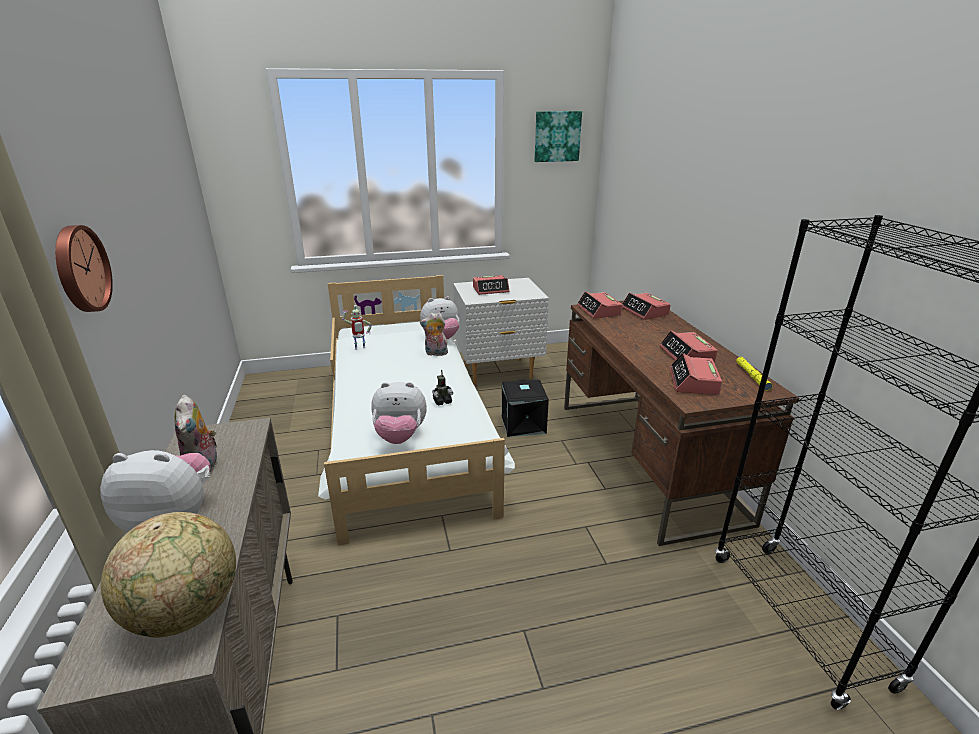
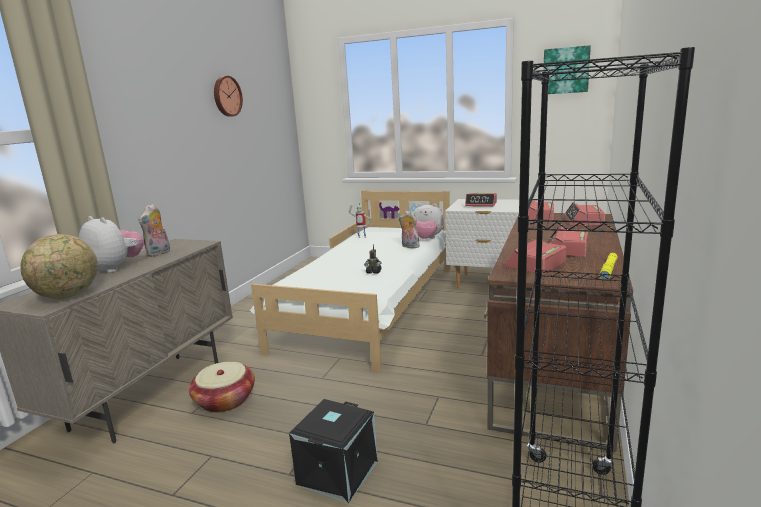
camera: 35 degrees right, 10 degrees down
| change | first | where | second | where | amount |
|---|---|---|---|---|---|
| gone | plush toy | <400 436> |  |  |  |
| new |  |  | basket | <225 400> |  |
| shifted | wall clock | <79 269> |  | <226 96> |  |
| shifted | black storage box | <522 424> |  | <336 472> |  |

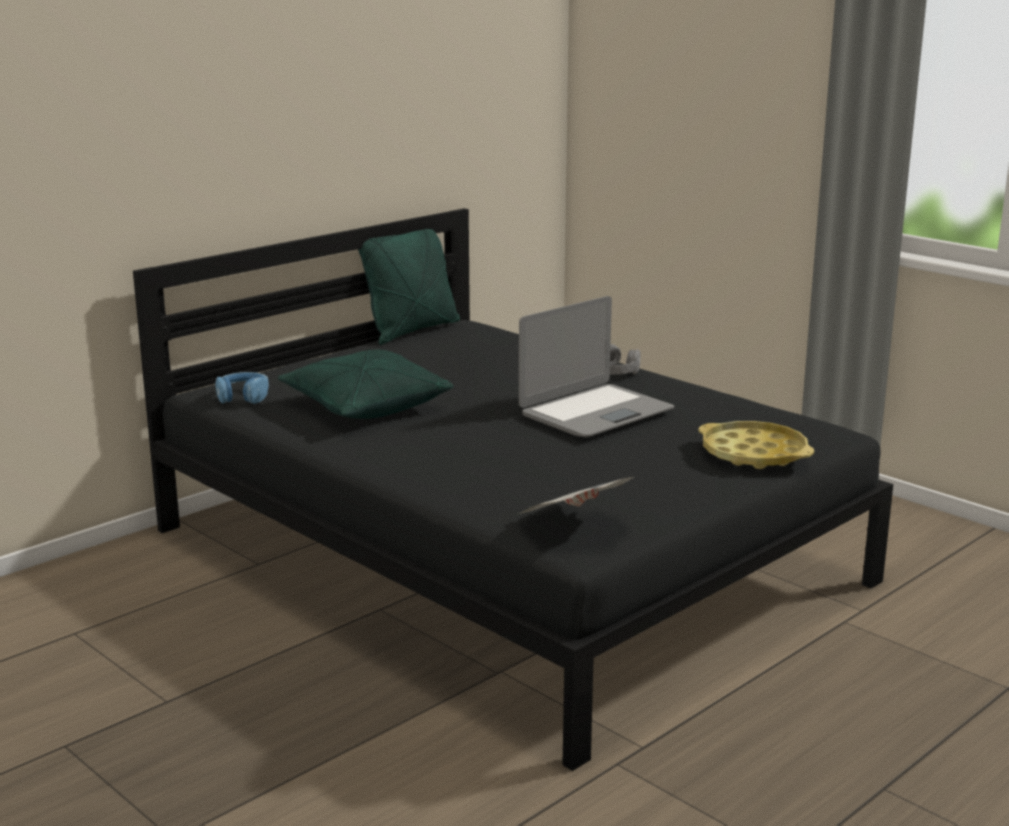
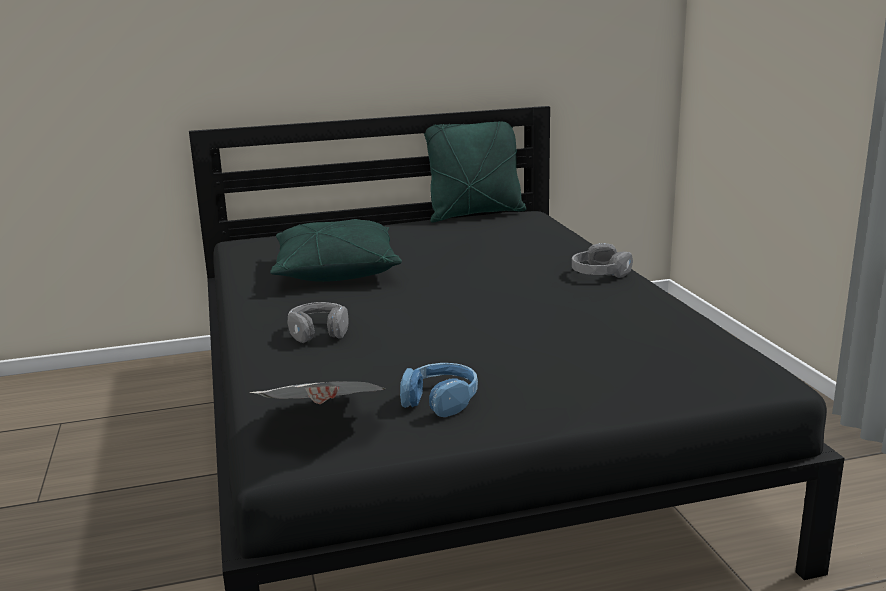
camera: 30 degrees right, 0 degrees up
| change | first | where | second | where | amount |
|---|---|---|---|---|---|
| gone | laptop | <595 412> |  |  |  |
| gone | yellow tray | <754 454> |  |  |  |
| new |  |  | grey headphones | <318 332> |  |
| shifted | blue headphones | <243 397> |  | <440 400> |  |

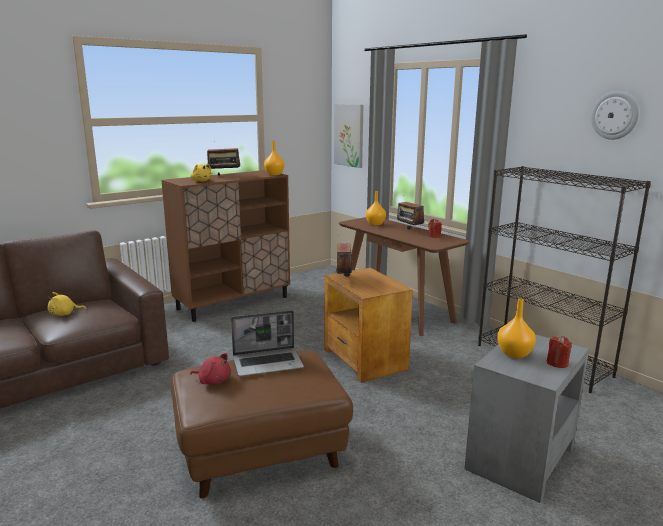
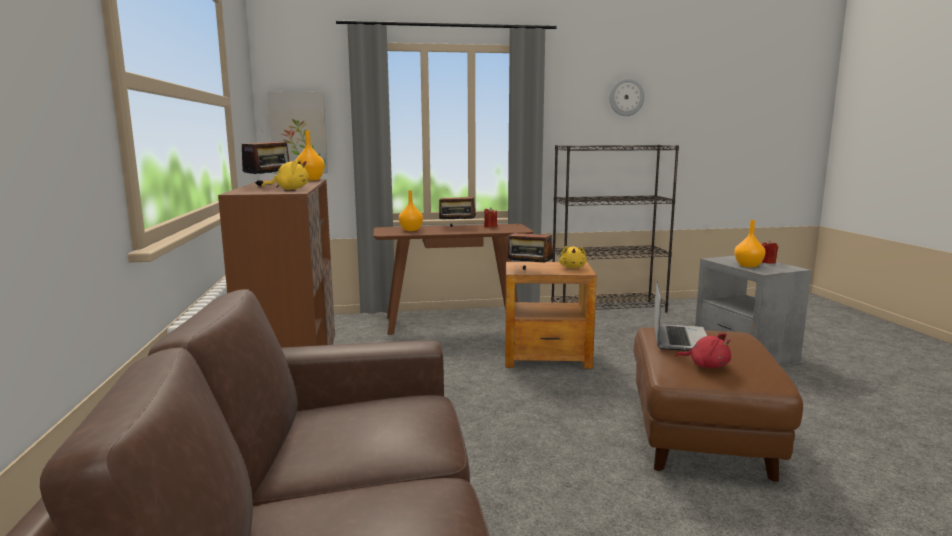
camera: 60 degrees left, 5 degrees down
| change | first | where | second | where | amount |
|---|---|---|---|---|---|
| shifted | yellow plush toy | <64 314> |  | <572 267> |  |
| rotated | red plush toy | <213 381> |  | <706 365> | 75 degrees clockwise |

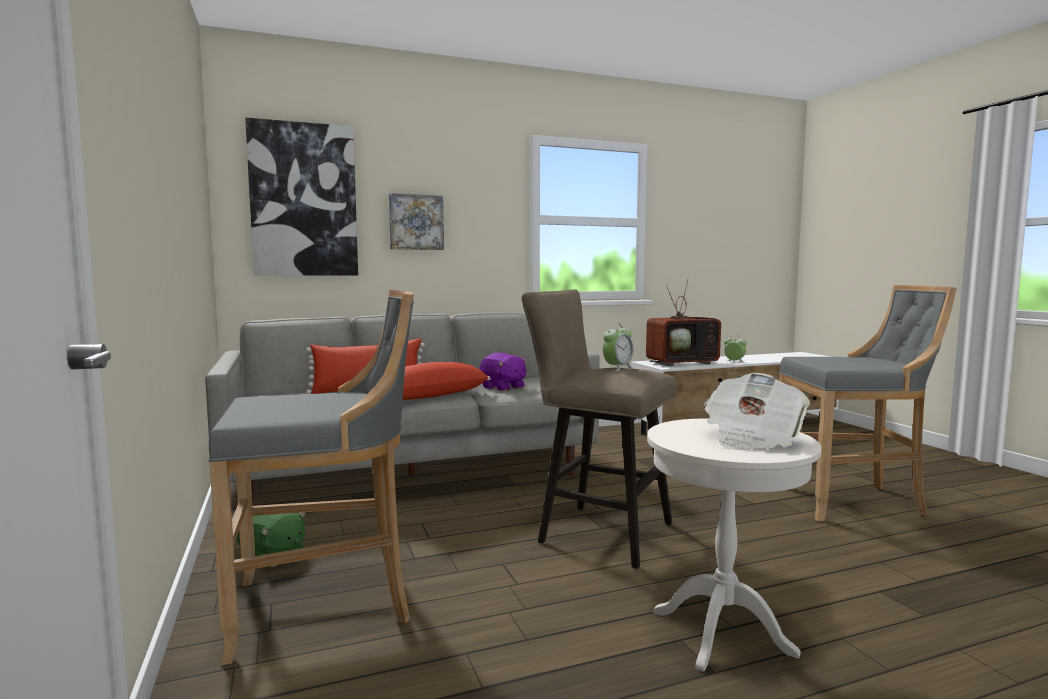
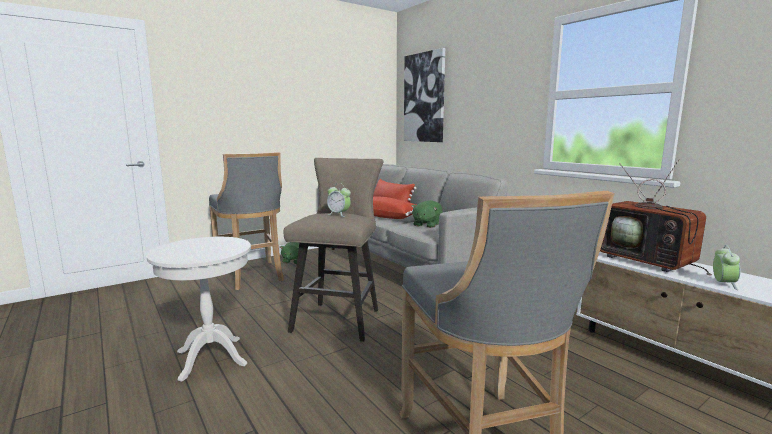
camera: 75 degrees right, 5 degrees up
| change | first | where | second | where | amount |
|---|---|---|---|---|---|
| gone | picture | <416 222> |  |  |  |
| gone | newspaper | <752 438> |  |  |  |
| repainted | purple plush toy | <503 387> | green plush toy | <427 225> |  |

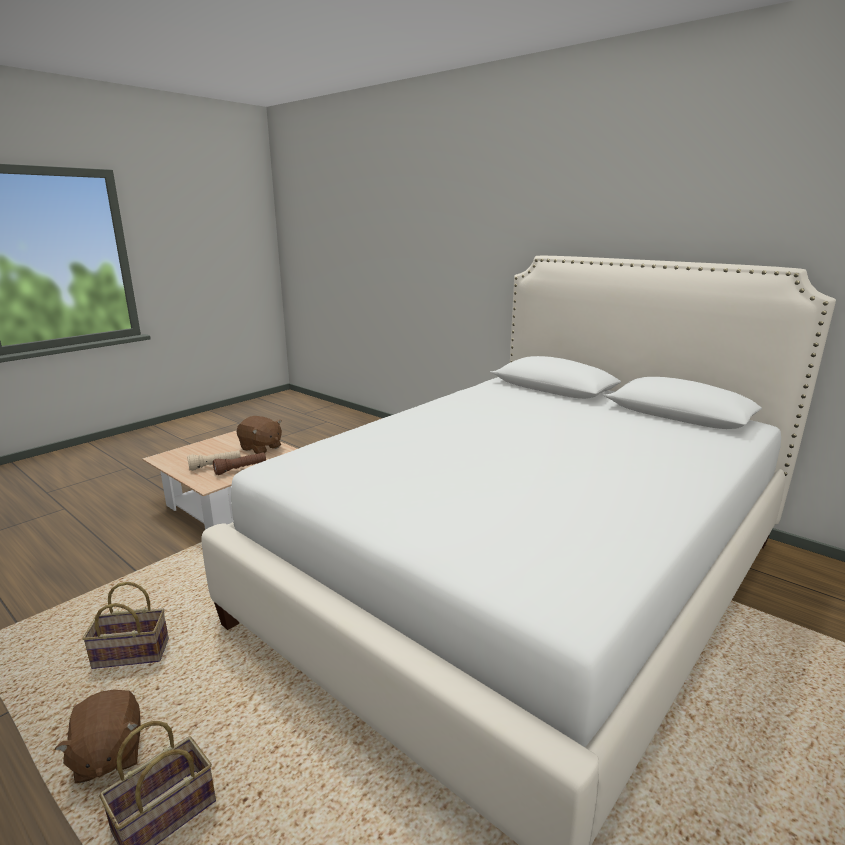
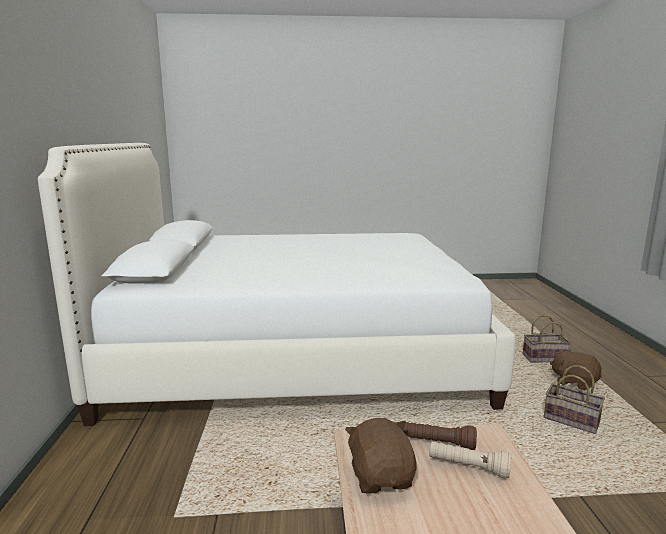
camera: 135 degrees left, 5 degrees down
| change | first | where | second | where | amount |
|---|---|---|---|---|---|
| rotated | brown plush toy | <108 755> |  | <574 382> | 75 degrees counterclockwise |

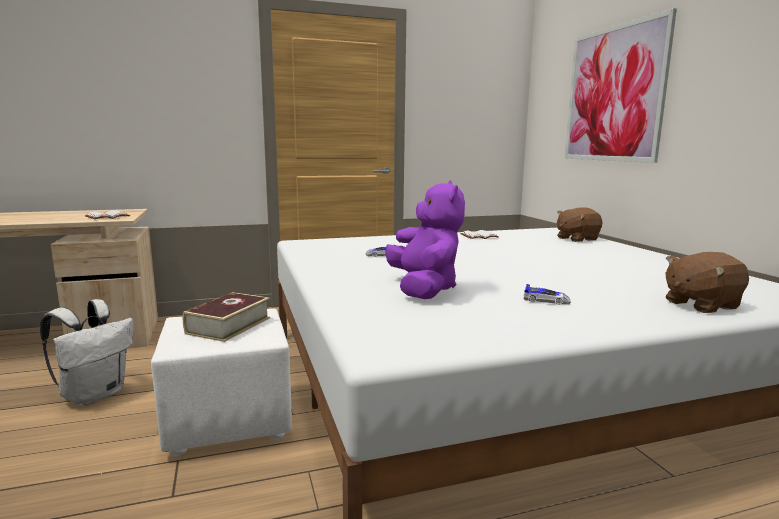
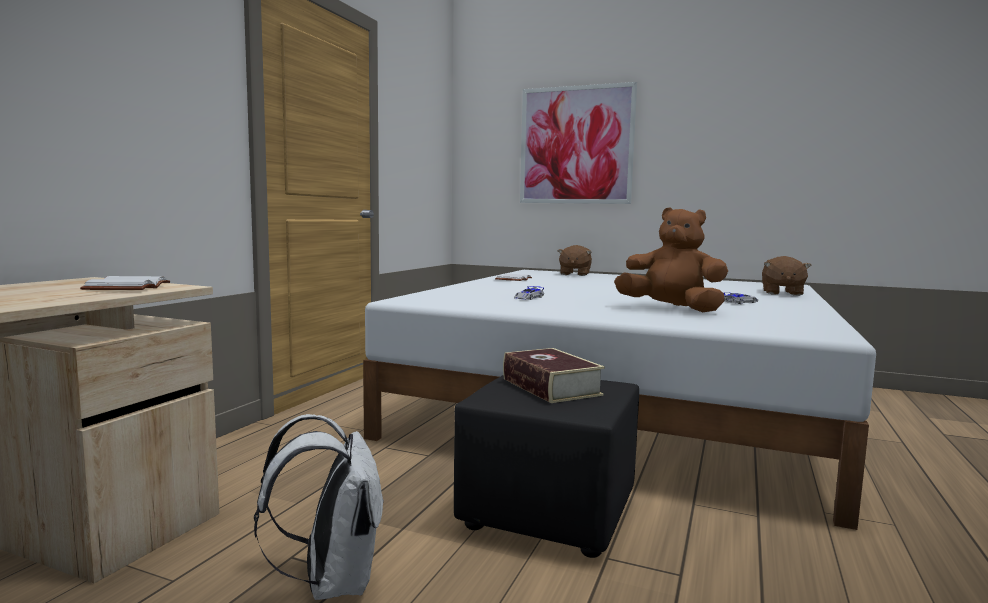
camera: 50 degrees left, 5 degrees down
| change | first | where | second | where | amount |
|---|---|---|---|---|---|
| repainted | white ottoman | <230 421> | black ottoman | <550 512> |  |
| repainted | purple plush toy | <423 289> | brown plush toy | <671 309> |  |

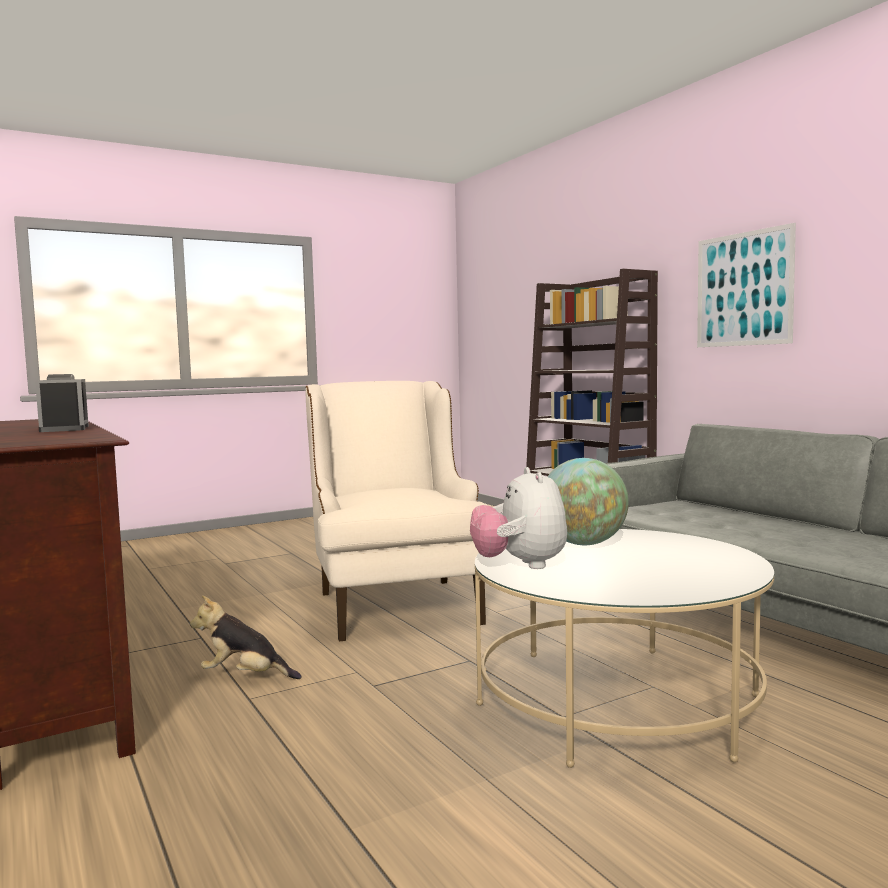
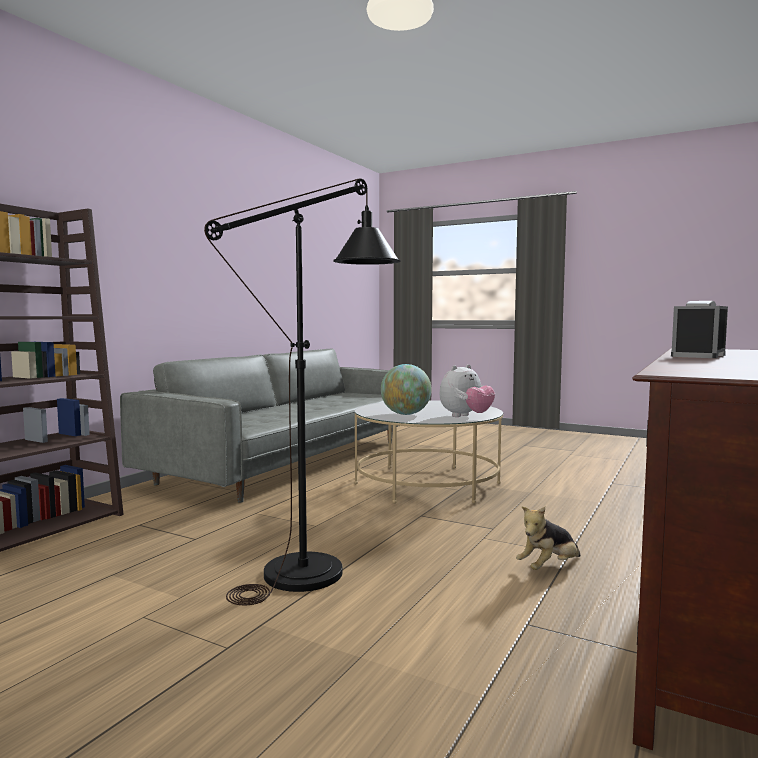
camera: 120 degrees left, 0 degrees up
| change | first | where | second | where | amount |
|---|---|---|---|---|---|
| gone | picture | <743 289> |  |  |  |
| swapped | beige armchair | <394 601> | black floor lamp | <321 567> |  |
| rotated | plush toy | <245 676> |  | <549 567> | 75 degrees clockwise |

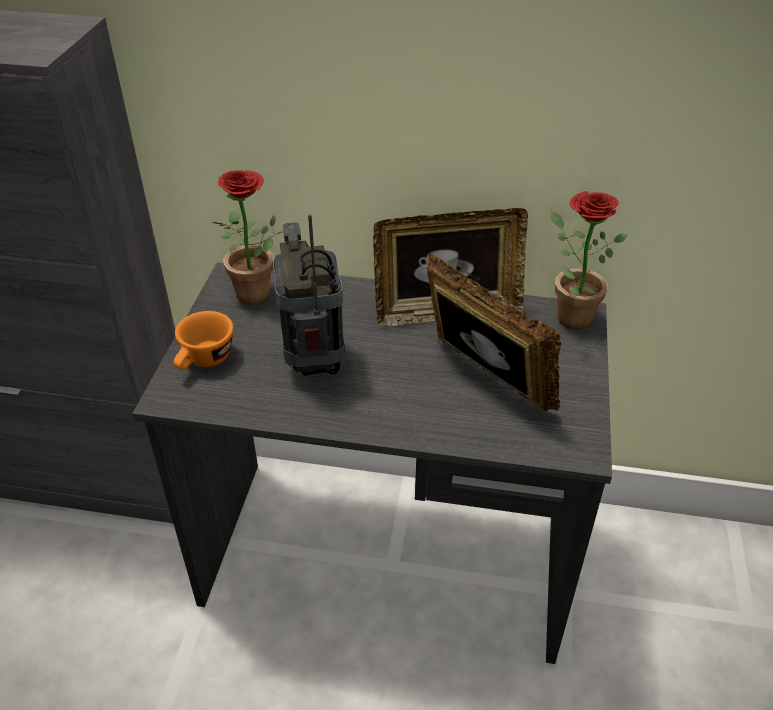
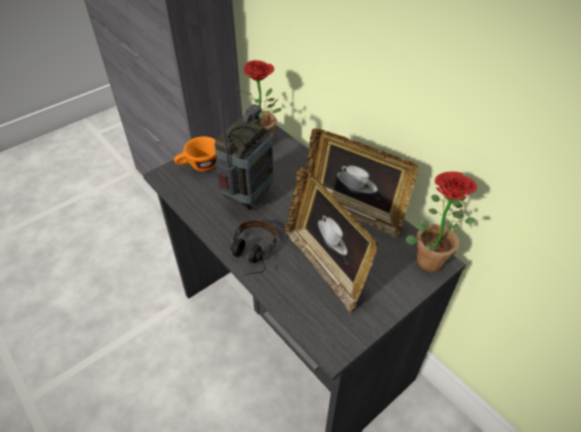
camera: 40 degrees right, 5 degrees up
| change | first | where | second | where | amount |
|---|---|---|---|---|---|
| new |  |  | headphones | <251 256> |  |
| rotated | picture frame | <484 381> |  | <325 265> | 150 degrees clockwise |

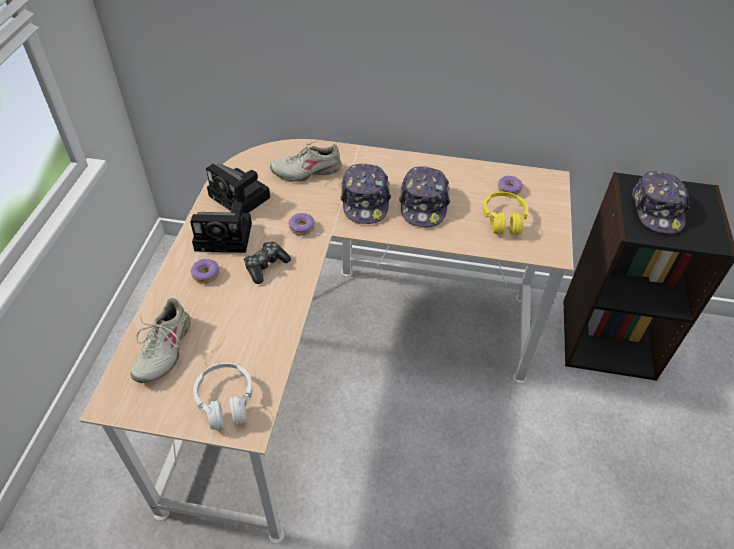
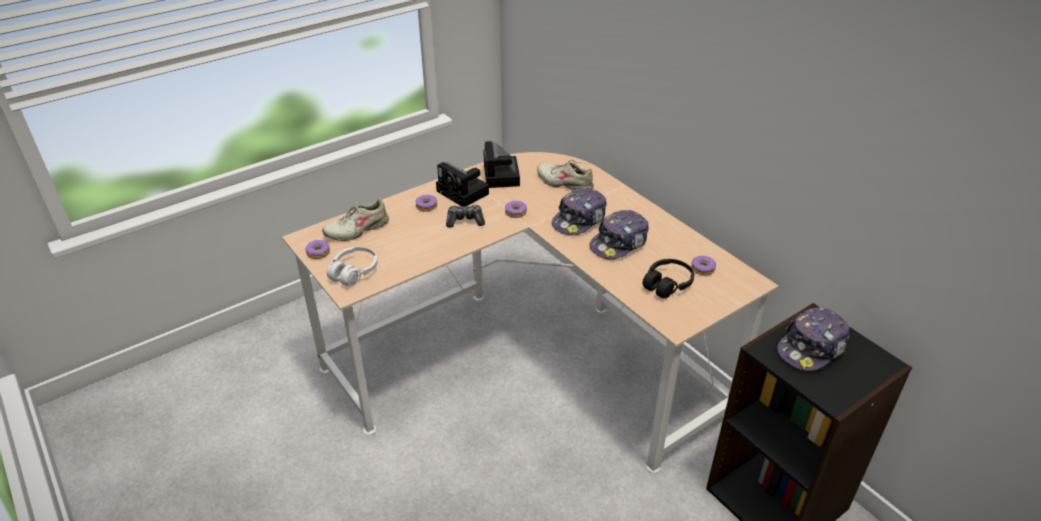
camera: 45 degrees right, 10 degrees down
| change | first | where | second | where | amount |
|---|---|---|---|---|---|
| new |  |  | donut | <318 253> |  |
| repainted | yellow headphones | <503 220> | black headphones | <667 284> |  |

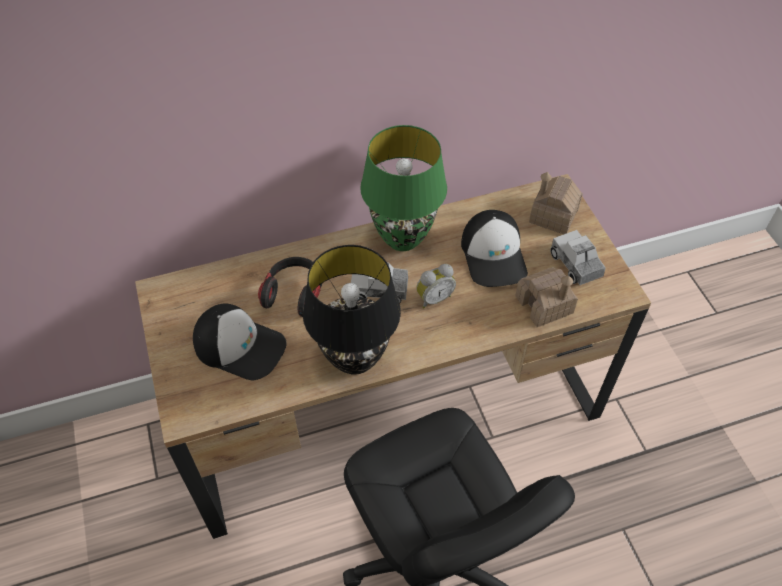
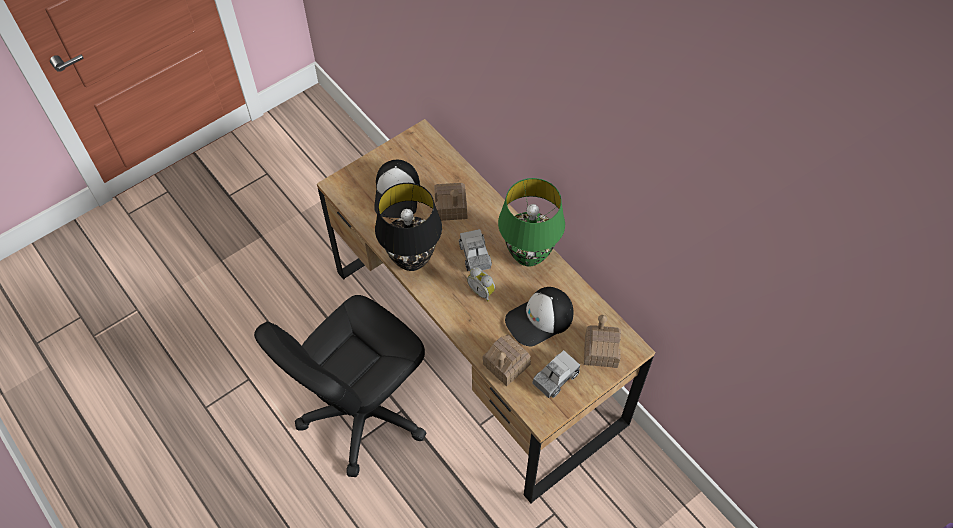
camera: 70 degrees right, 5 degrees up
| change | first | where | second | where | amount |
|---|---|---|---|---|---|
| swapped | headphones | <294 293> | toy house | <451 207> |  |

